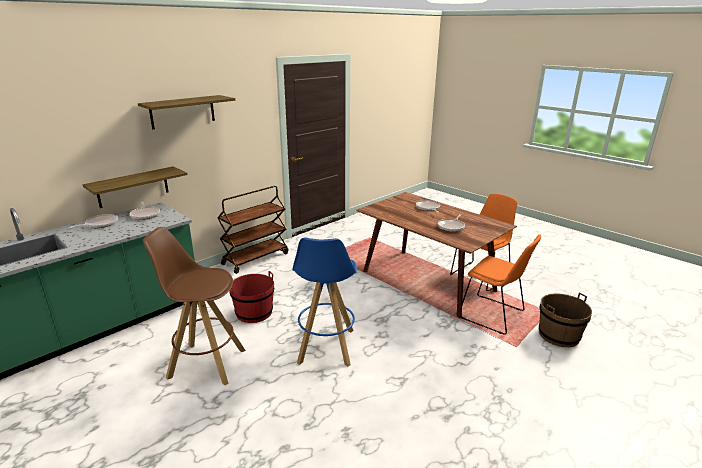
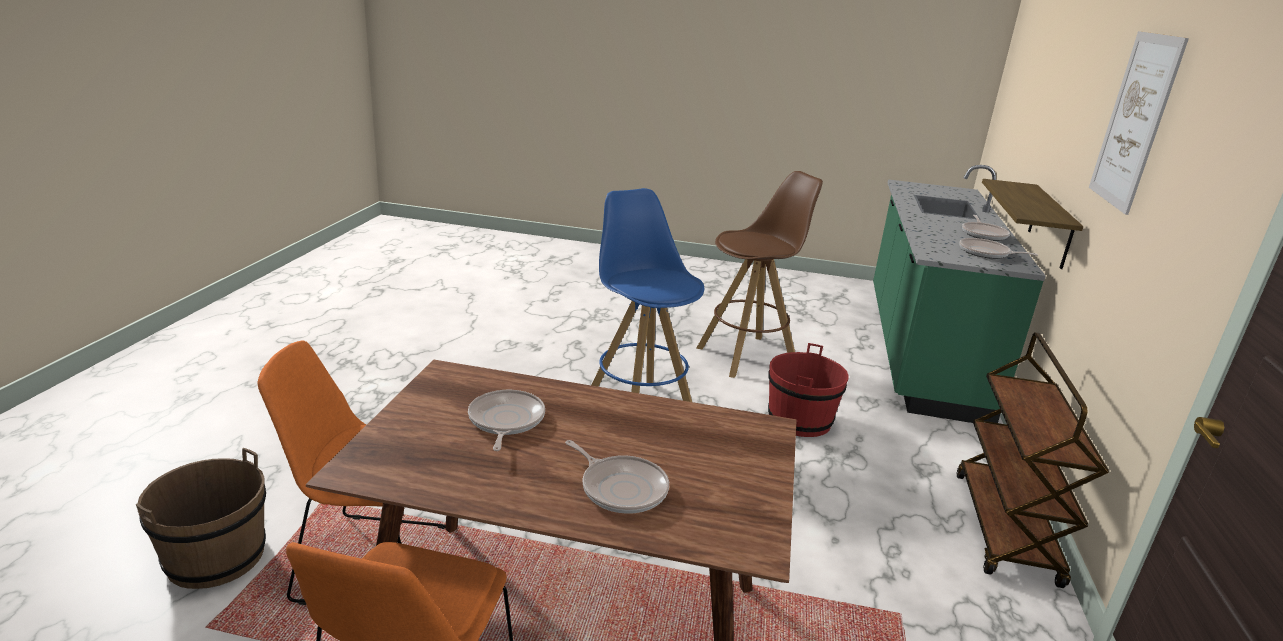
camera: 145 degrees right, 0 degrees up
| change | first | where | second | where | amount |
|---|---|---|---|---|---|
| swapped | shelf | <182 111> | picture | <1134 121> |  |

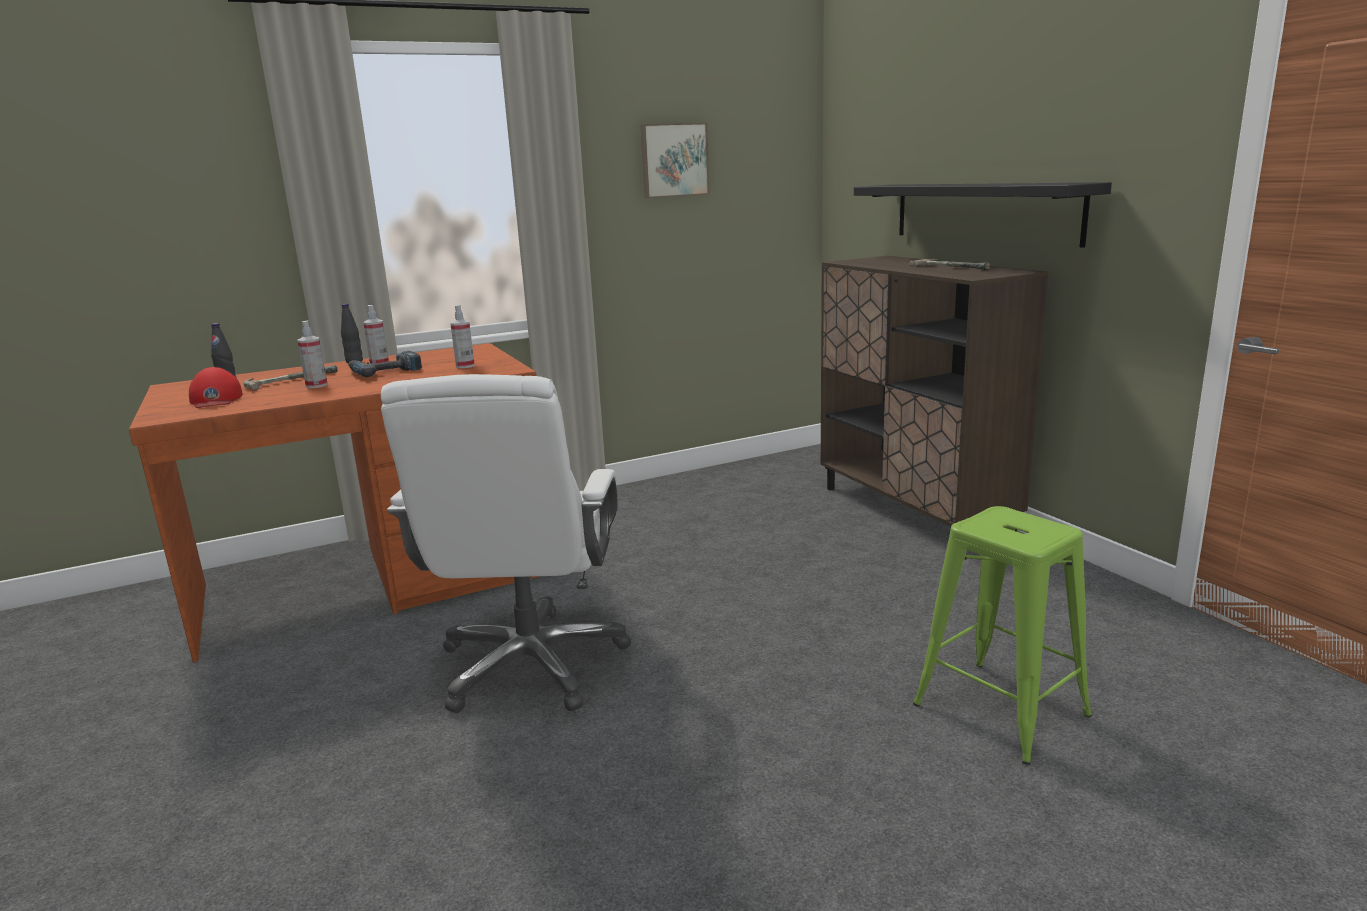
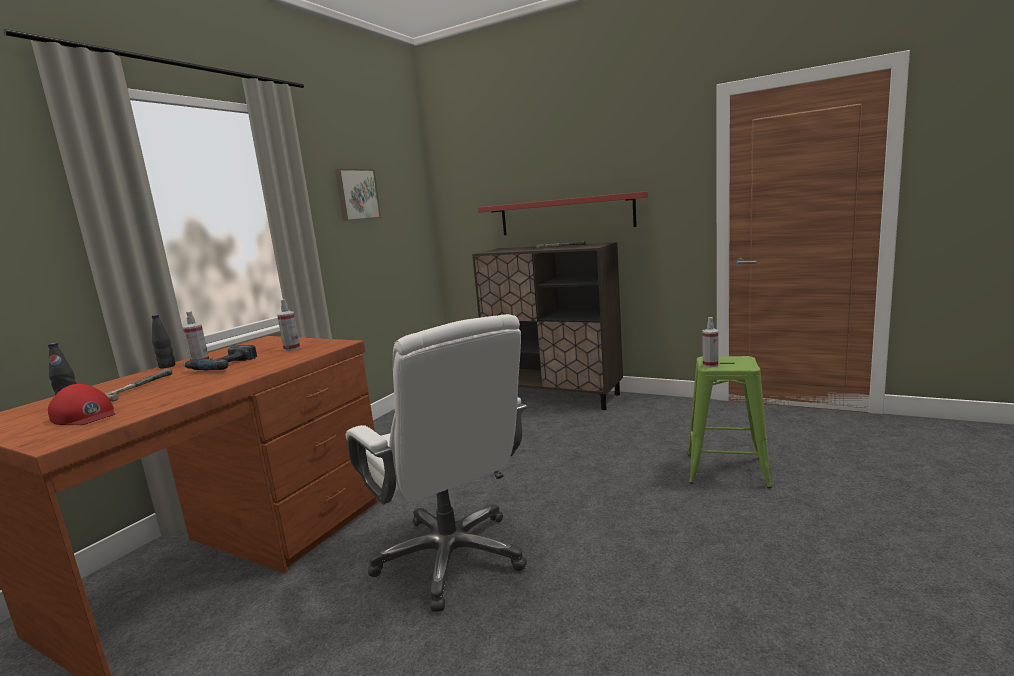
camera: 35 degrees left, 5 degrees down
| change | first | where | second | where | amount |
|---|---|---|---|---|---|
| shifted | spray bottle | <316 385> |  | <710 365> |  |
| repainted | black shelf | <983 212> | red shelf | <565 215> |  |

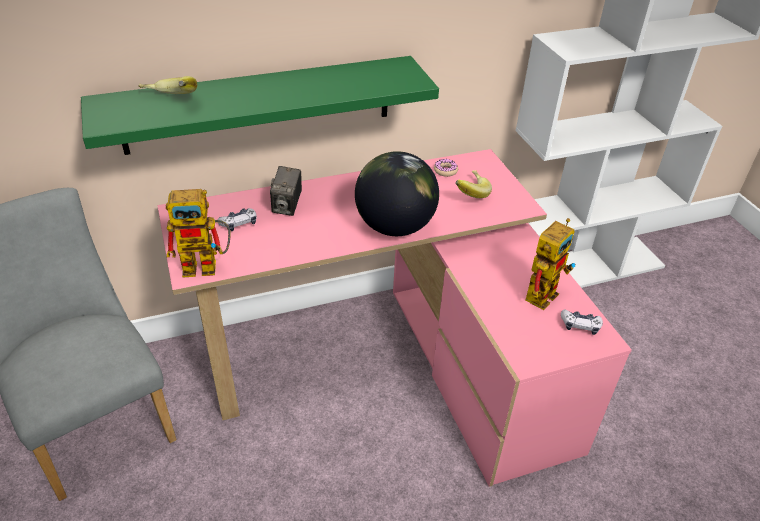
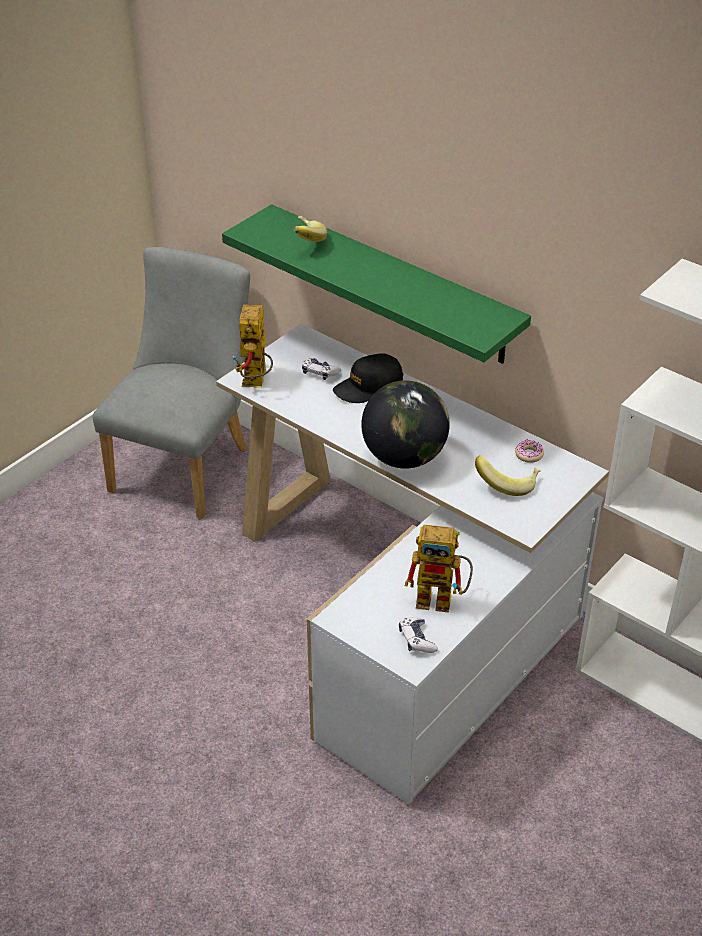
camera: 60 degrees right, 0 degrees up
| change | first | where | second | where | amount |
|---|---|---|---|---|---|
| swapped | photo camera | <287 206> | black cap | <368 386> |  |
| repainted | pink desk | <394 361> | white desk | <403 611> |  |
| rotated | toy robot | <207 265> |  | <256 383> | 45 degrees clockwise |

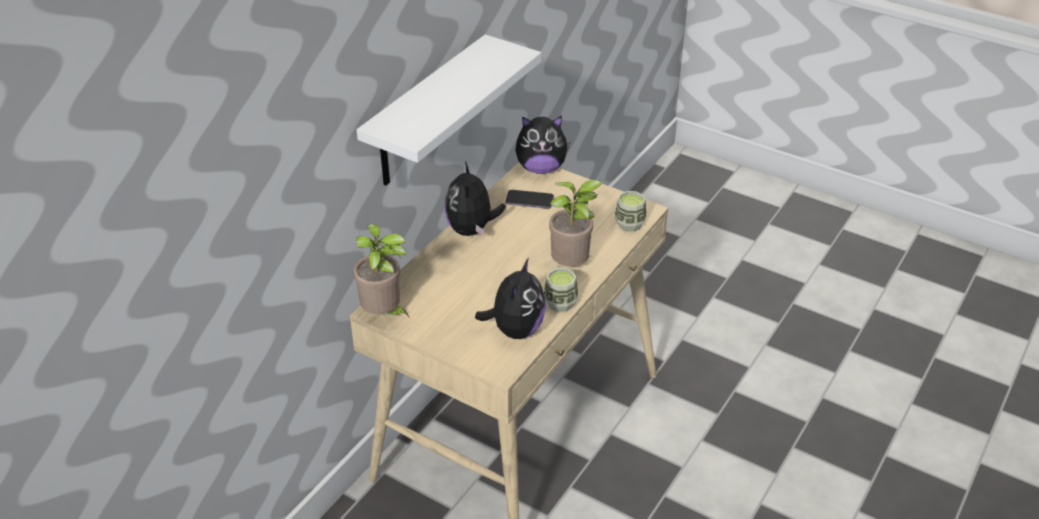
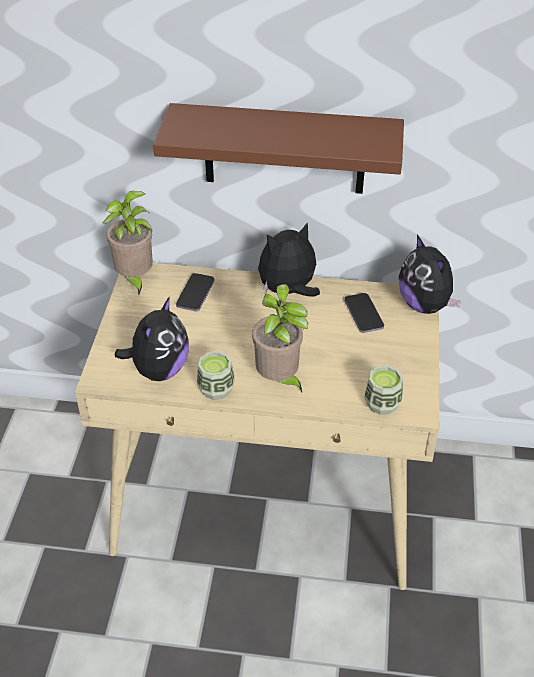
camera: 65 degrees right, 5 degrees up
| change | first | where | second | where | amount |
|---|---|---|---|---|---|
| new |  |  | phone | <195 293> |  |
| repainted | white shelf | <426 114> | brown shelf | <284 149> |  |
| rotated | plush toy | <515 329> |  | <159 369> | 60 degrees counterclockwise |

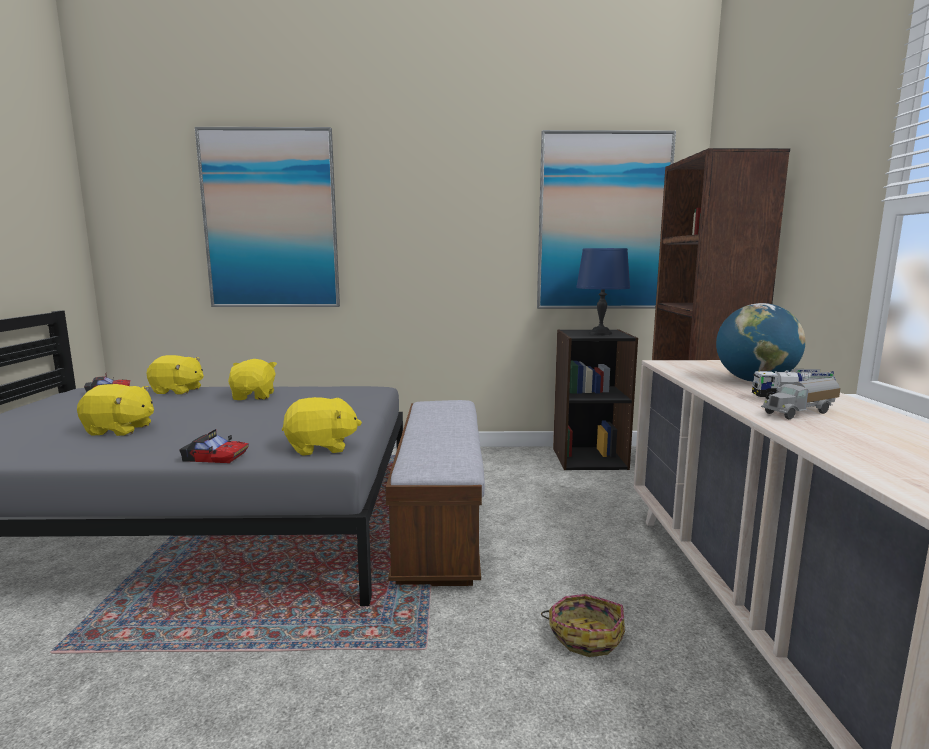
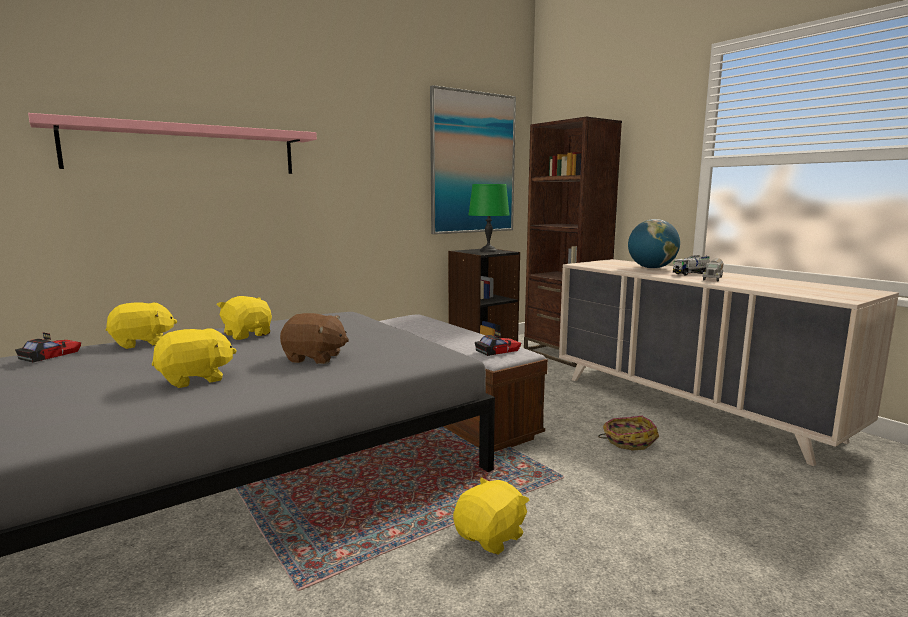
camera: 35 degrees left, 0 degrees up
| change | first | where | second | where | amount |
|---|---|---|---|---|---|
| new |  |  | brown plush toy | <314 358> |  |
| shifted | toy car | <215 457> |  | <497 350> |  |
| shifted | yellow plush toy | <321 447> |  | <491 537> |  |
| swapped | picture | <271 220> | pink shelf | <186 149> |  |
| repainted | blue table lamp | <600 333> | green table lamp | <488 251> |  |

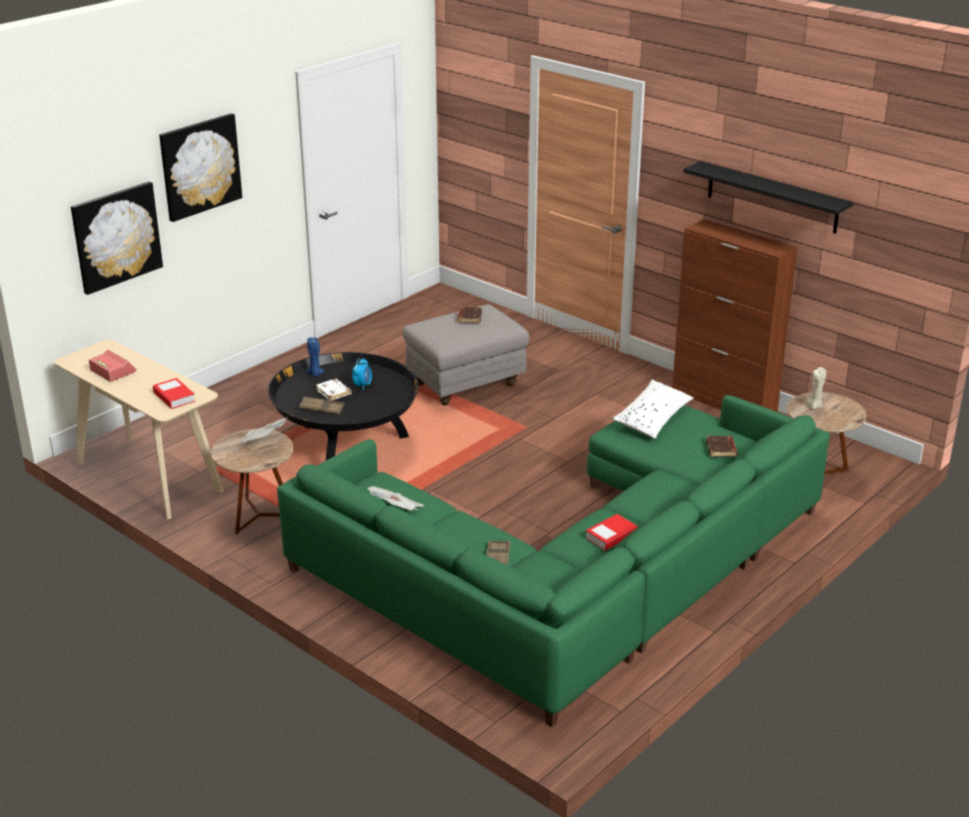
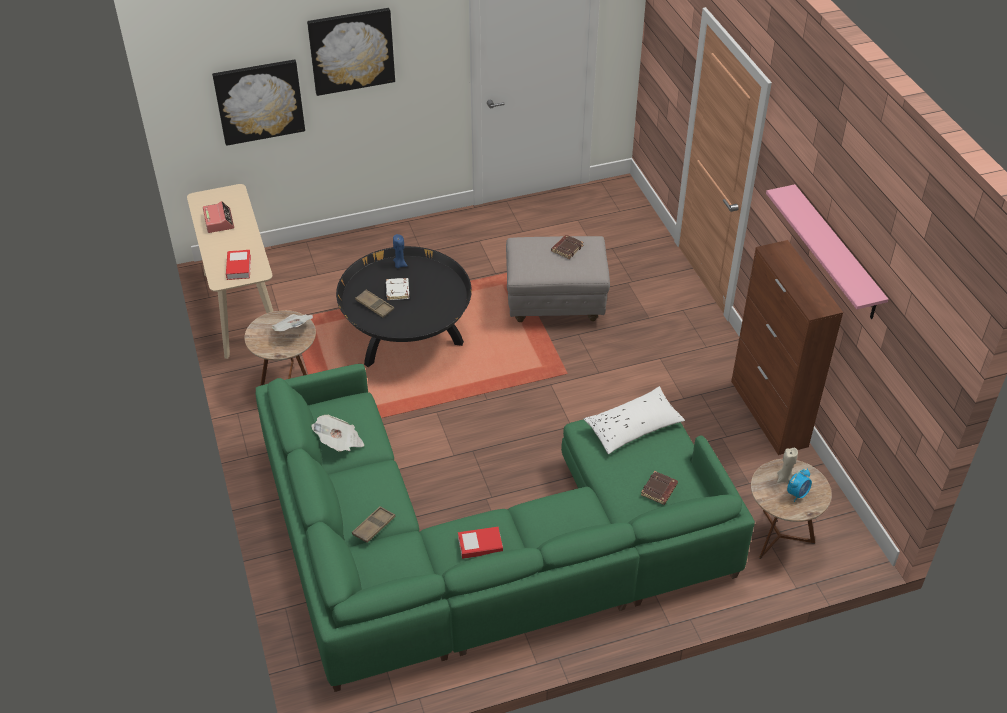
camera: 30 degrees right, 15 degrees up
| change | first | where | second | where | amount |
|---|---|---|---|---|---|
| shifted | alarm clock | <363 385> |  | <797 494> |  |
| repainted | black shelf | <772 197> | pink shelf | <836 253> |  |

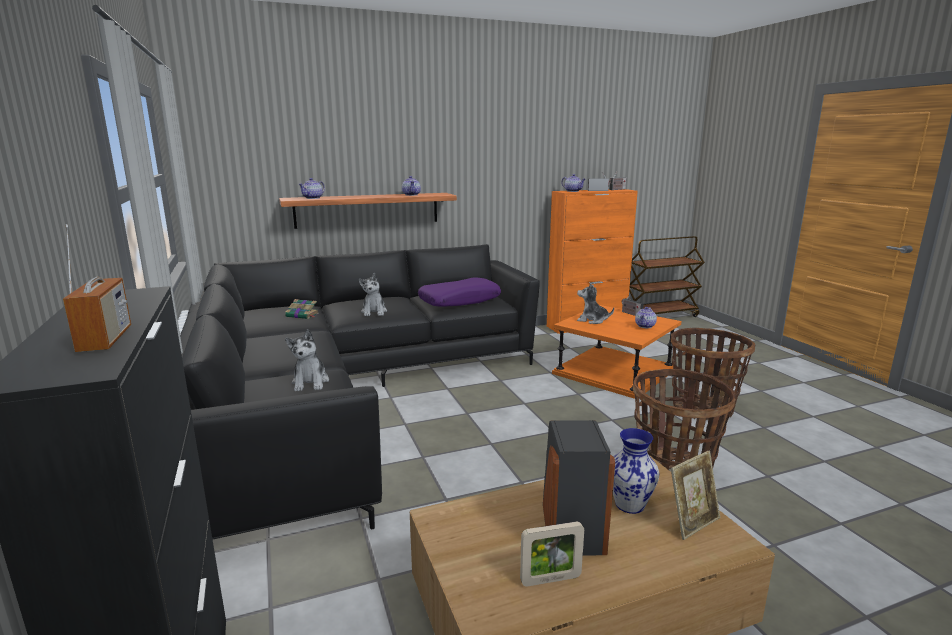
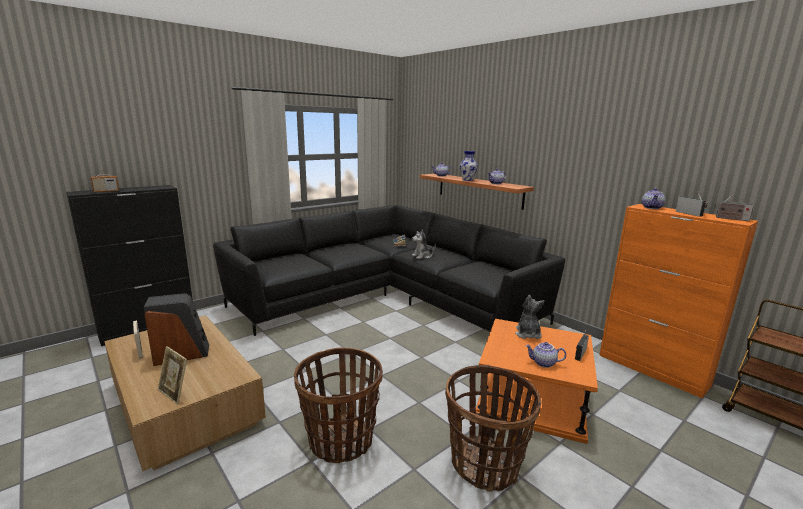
camera: 70 degrees right, 0 degrees up
| change | first | where | second | where | amount |
|---|---|---|---|---|---|
| gone | plush toy | <310 382> |  |  |  |
| gone | purple pillow | <459 301> |  |  |  |
| shifted | vase | <629 504> |  | <467 180> |  |

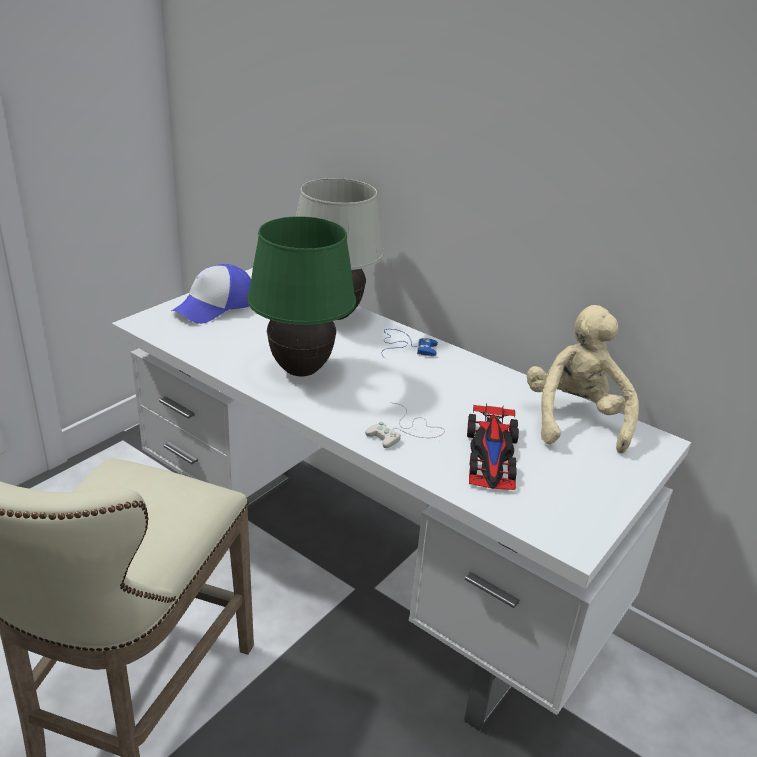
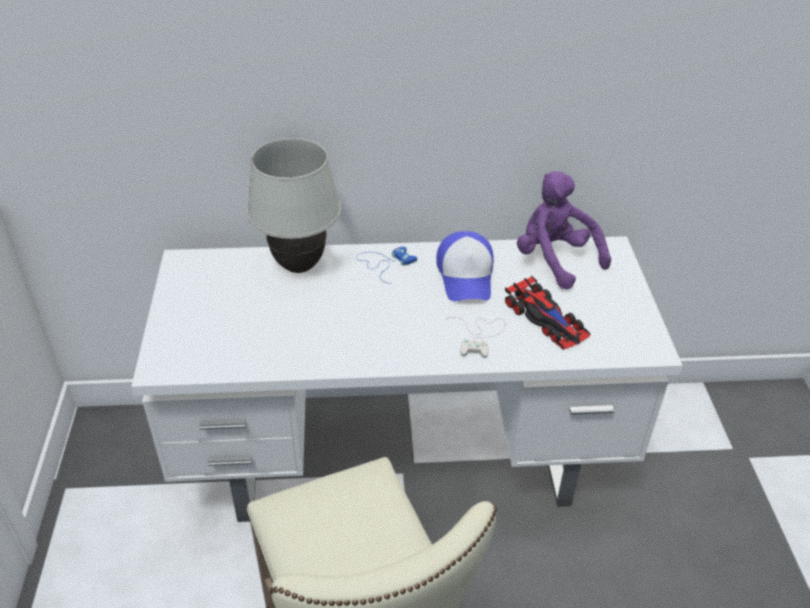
camera: 40 degrees left, 10 degrees up
| change | first | where | second | where | amount |
|---|---|---|---|---|---|
| gone | green table lamp | <301 371> |  |  |  |
| shifted | cap | <215 306> |  | <466 276> |  |
| repainted | beige plush toy | <574 419> | purple plush toy | <555 260> |  |

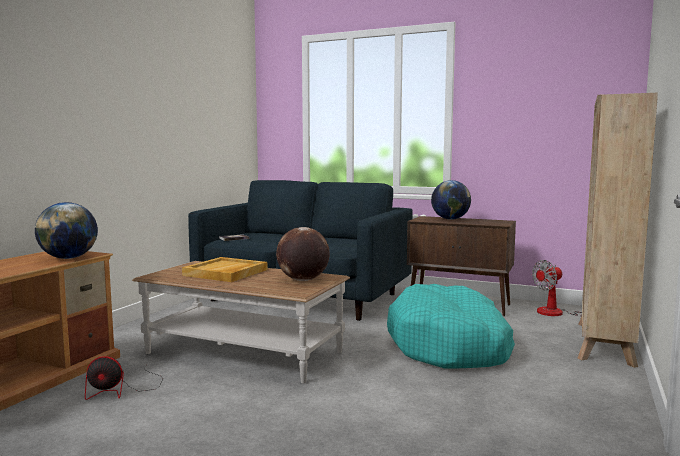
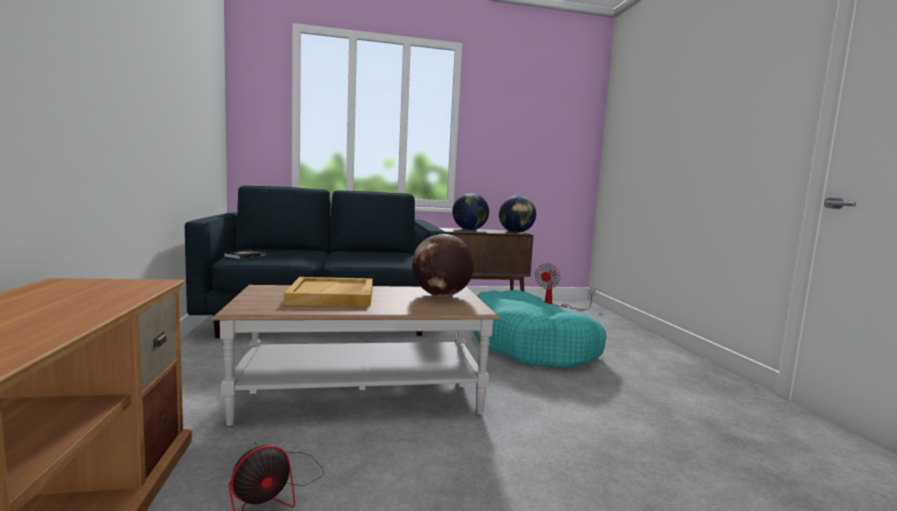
camera: 35 degrees left, 0 degrees up
| change | first | where | second | where | amount |
|---|---|---|---|---|---|
| gone | beige bookcase | <604 343> |  |  |  |
| shifted | globe | <69 258> |  | <516 232> |  |

